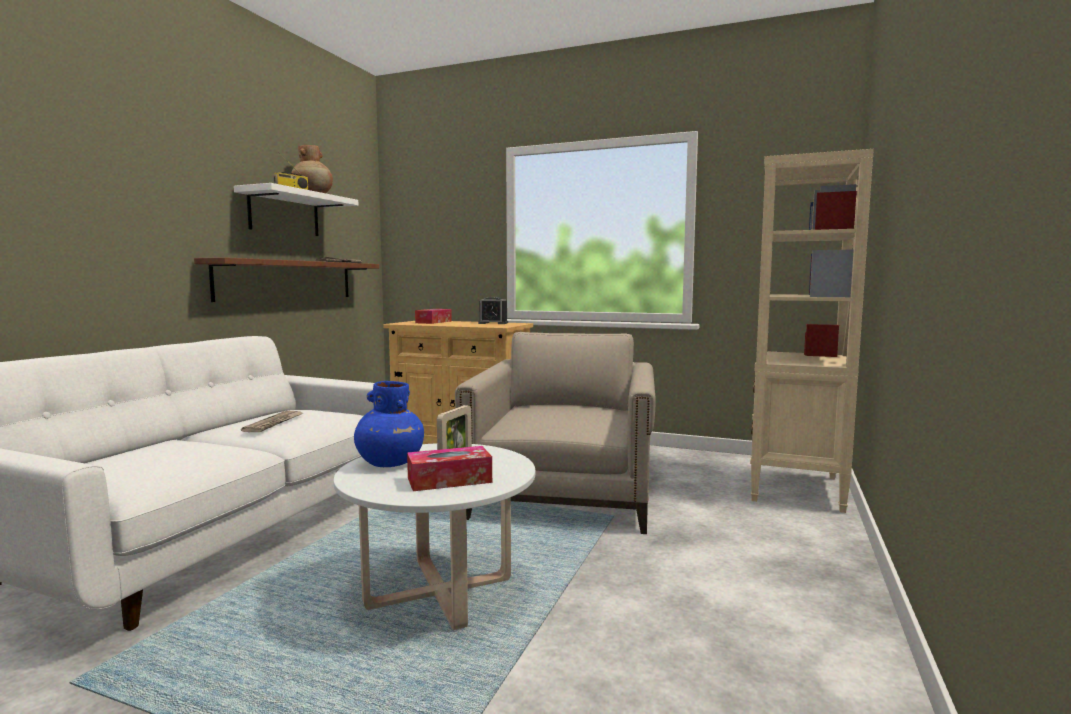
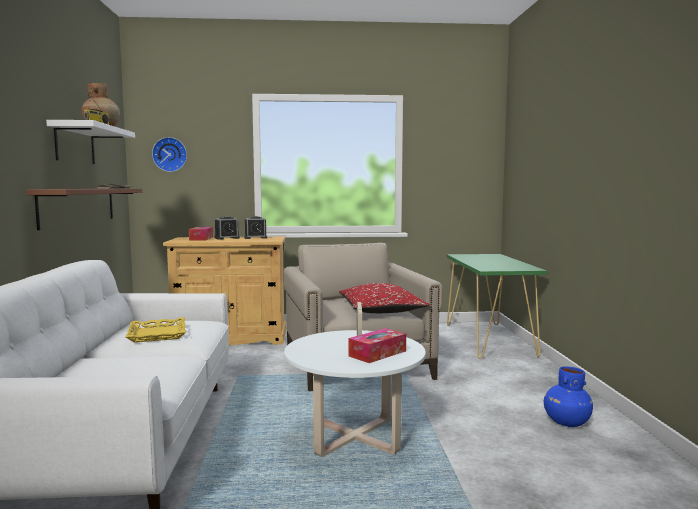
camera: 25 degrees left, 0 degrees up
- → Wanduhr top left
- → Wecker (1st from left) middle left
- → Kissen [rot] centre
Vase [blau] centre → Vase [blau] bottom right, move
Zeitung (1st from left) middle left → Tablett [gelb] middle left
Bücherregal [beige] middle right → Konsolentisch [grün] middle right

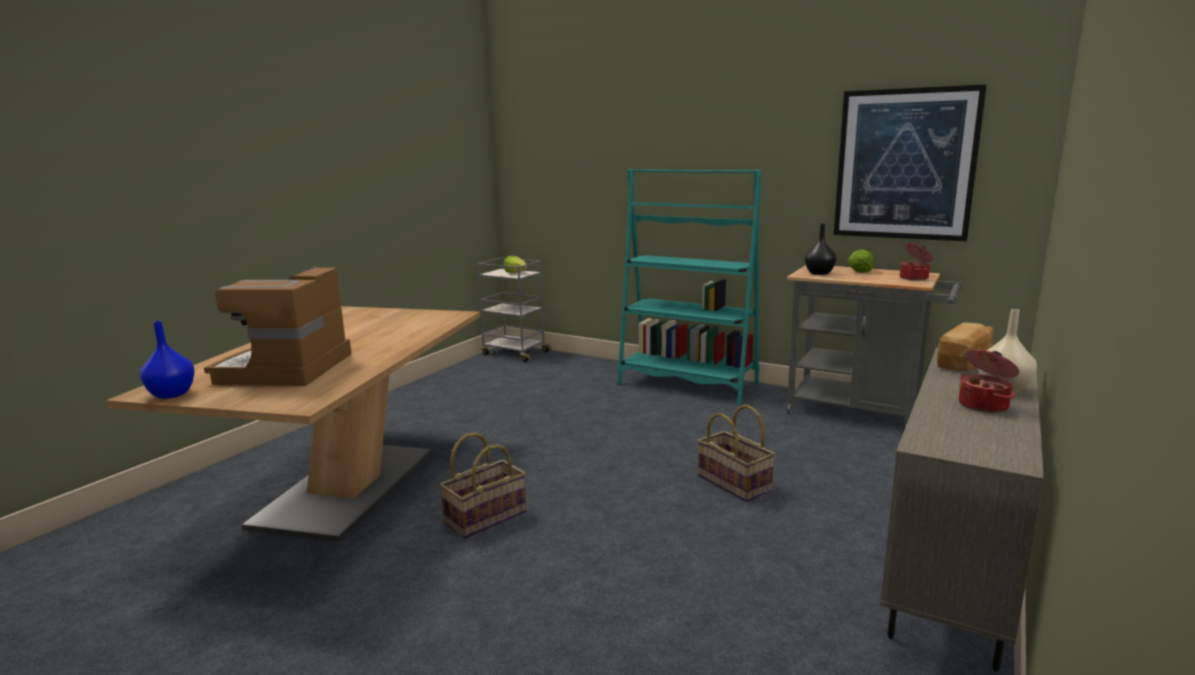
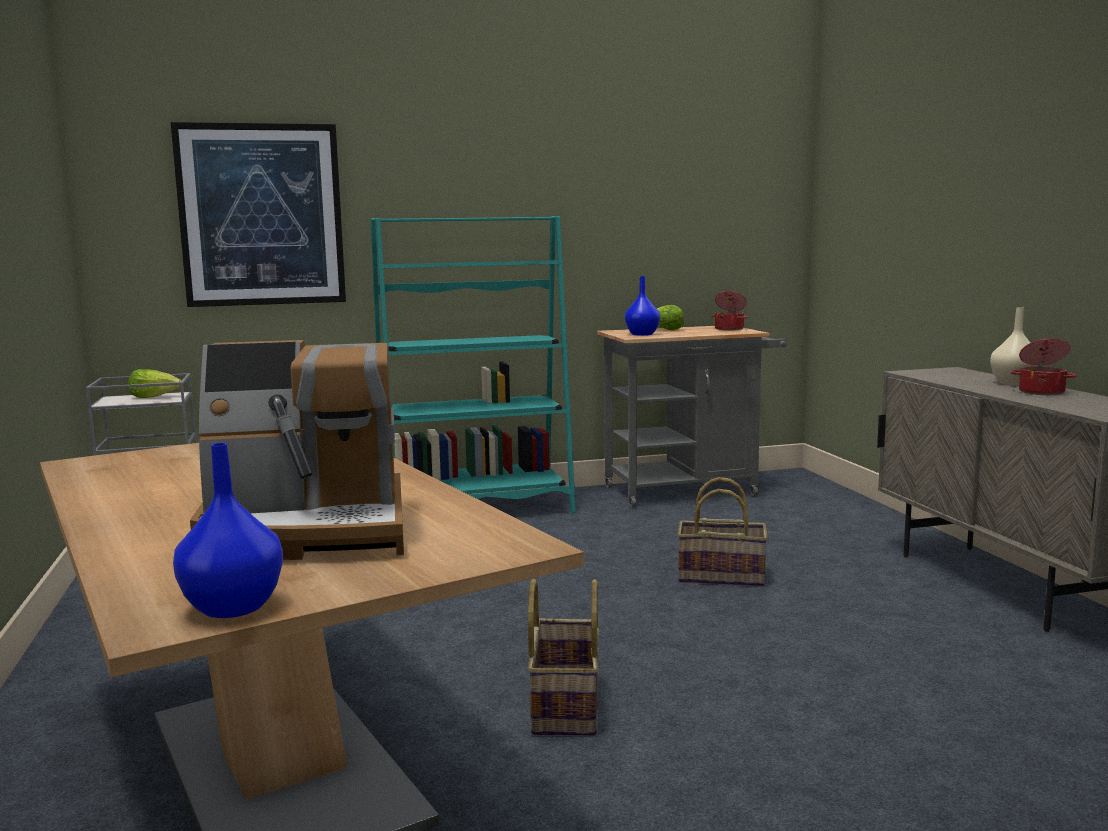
camera: 45 degrees left, 5 degrees down
Brot middle right → -
Bild top right → Bild top left, move
Vase [schwarz] middle right → Vase [blau] (2nd from left) centre
Kaffeemaschine middle left, 60 degrees counterclockwise

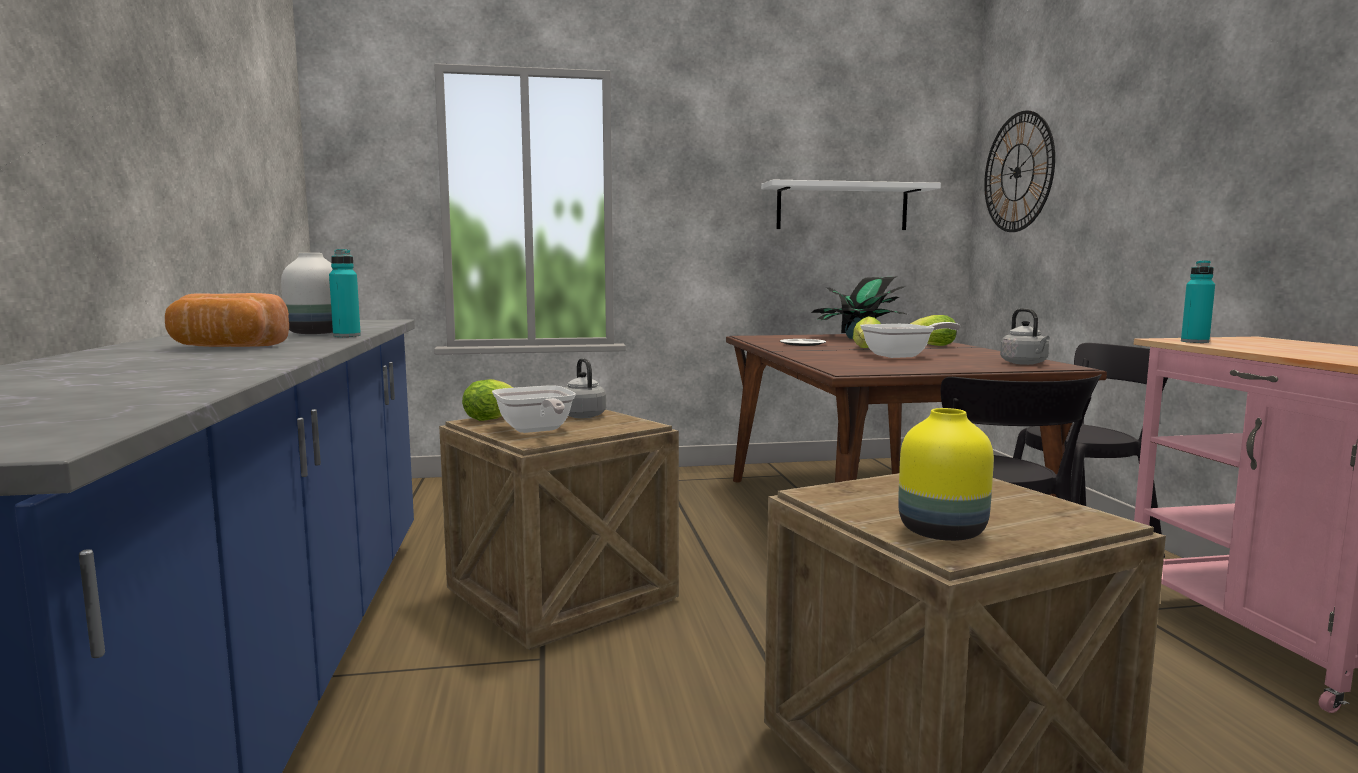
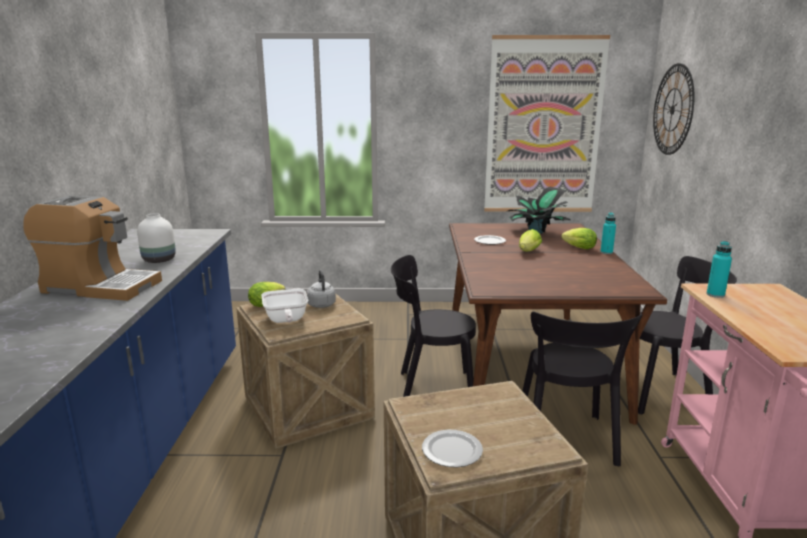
camera: 10 degrees right, 10 degrees up
Pfanne (2nd from left) middle right → -
Wasserkessel [grau] (2nd from left) middle right → -
- → Stuhl [schwarz] (1st from left) centre
Flasche [türkis] (1st from left) middle left → Flasche [türkis] (1st from left) middle right, move
Brot middle left → Kaffeemaschine middle left
Wandregal [weiß] top centre → Bild top right
Vase [gelb] middle right → Teller (1st from left) bottom centre

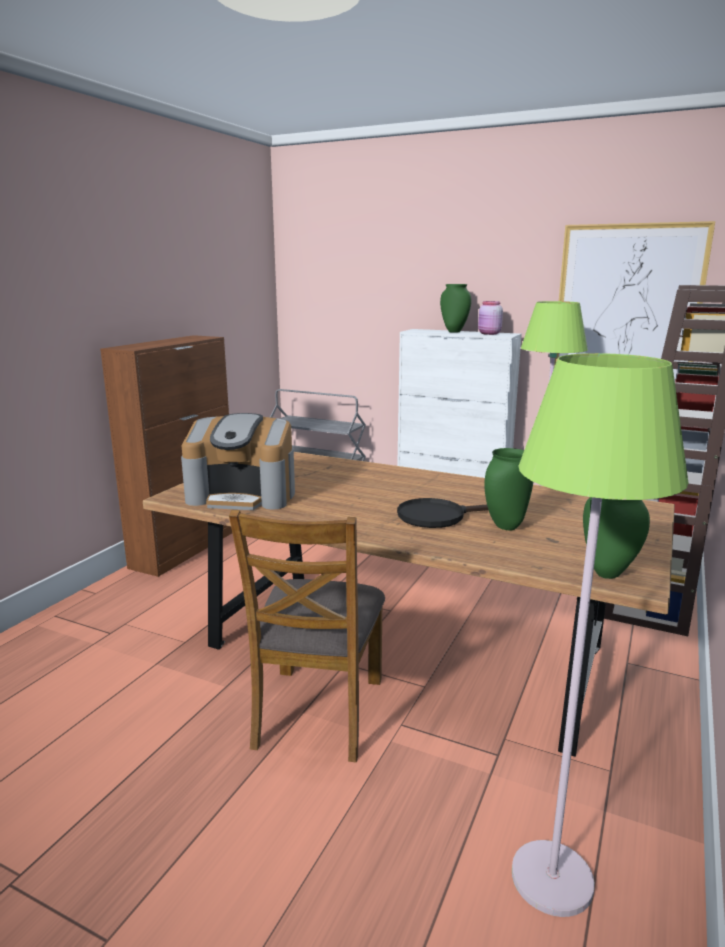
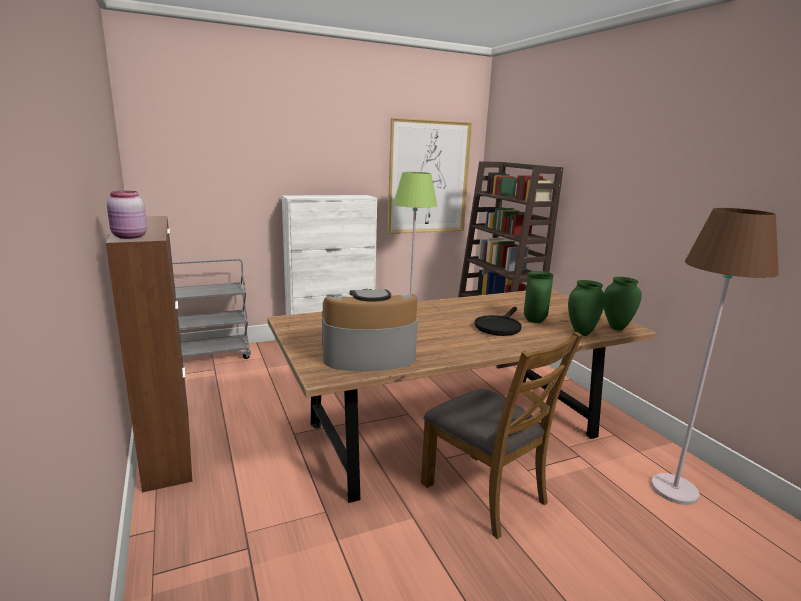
camera: 50 degrees left, 0 degrees up
Vase [grün] (1st from left in the first image) top centre → Vase [grün] (2nd from left) middle right, move
Vorratsglas [rosa] middle right → Vorratsglas [rosa] middle left, move
Stehlampe [grün] (2nd from left) bottom right → Stehlampe [braun] middle right
Kaffeemaschine middle left → Kaffeemaschine centre, 150 degrees counterclockwise

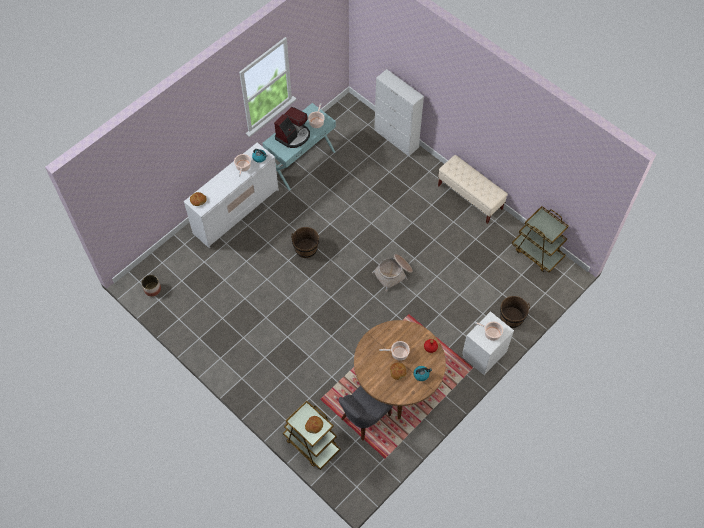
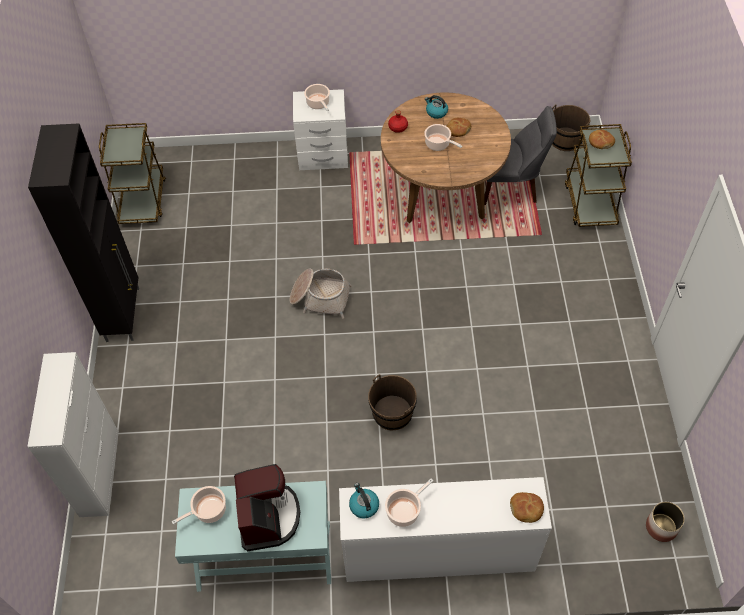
camera: 135 degrees left, 5 degrees down
Eimer [braun] (2nd from left) middle right → Eimer [braun] (2nd from left) top right, move
Bank [beige] middle right → Schrank [schwarz] middle left
Kaffeemaschine top centre → Kaffeemaschine bottom centre, 90 degrees clockwise

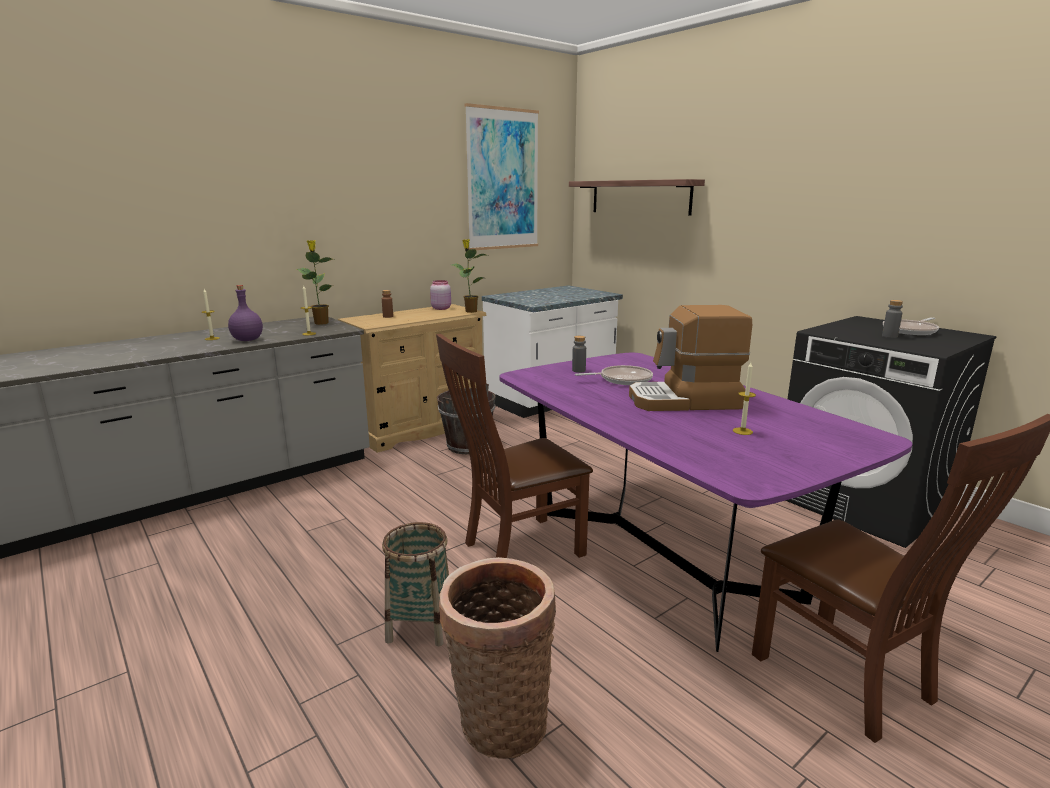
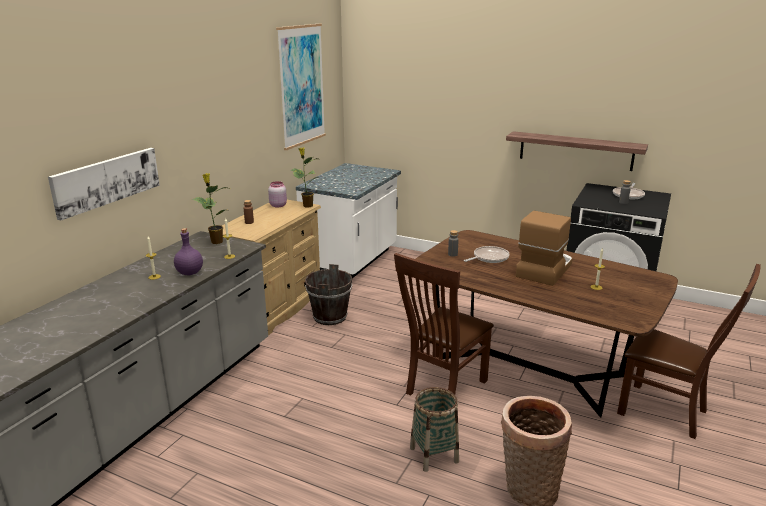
camera: 25 degrees left, 5 degrees up
- → Bild (1st from left) middle left
Wandregal top centre → Wandregal top right, move
Esstisch [lila] middle right → Esstisch [braun] middle right
Kaffeemaschine centre → Kaffeemaschine middle right, 150 degrees clockwise

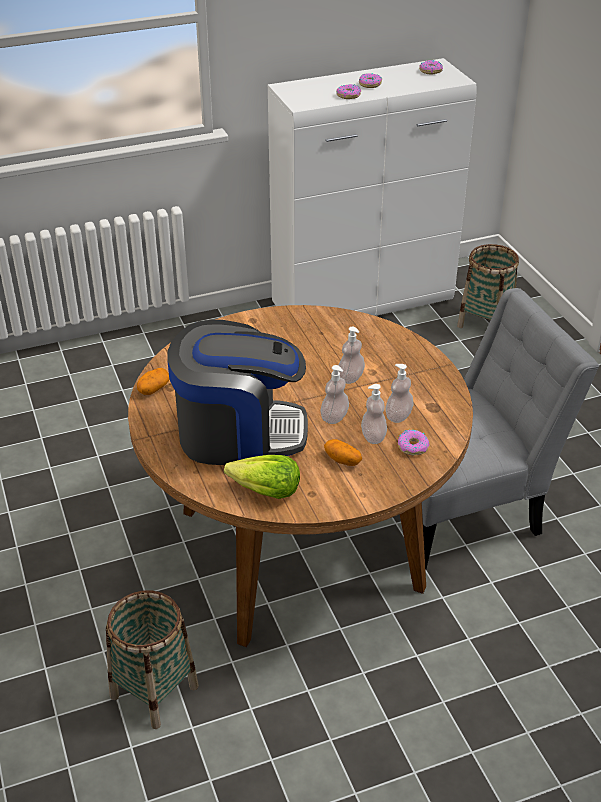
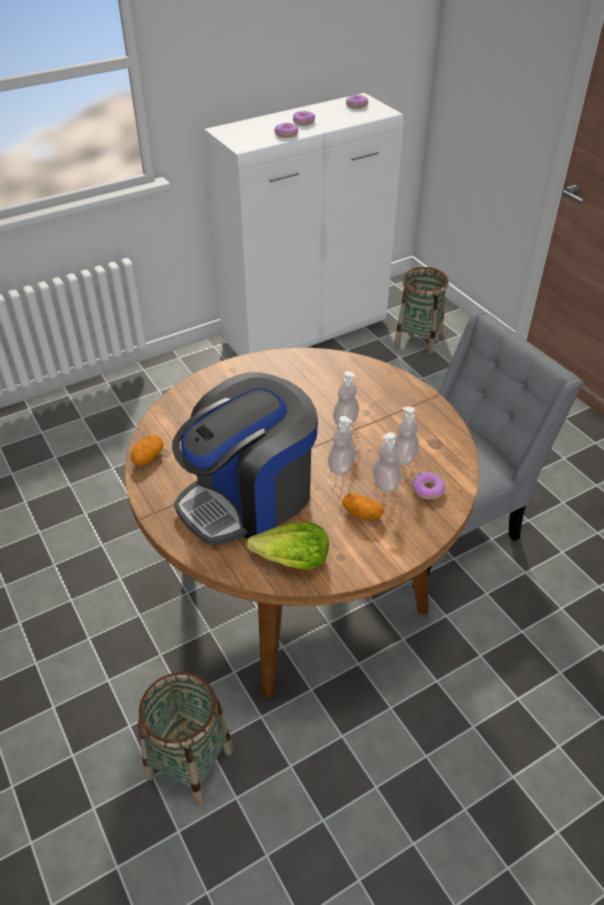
camera: 10 degrees left, 5 degrees up
Kaffeemaschine centre, 150 degrees clockwise

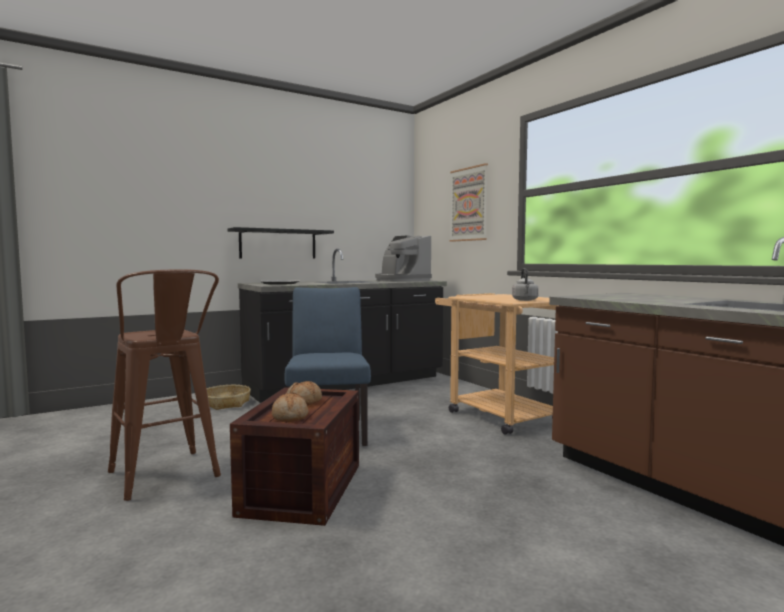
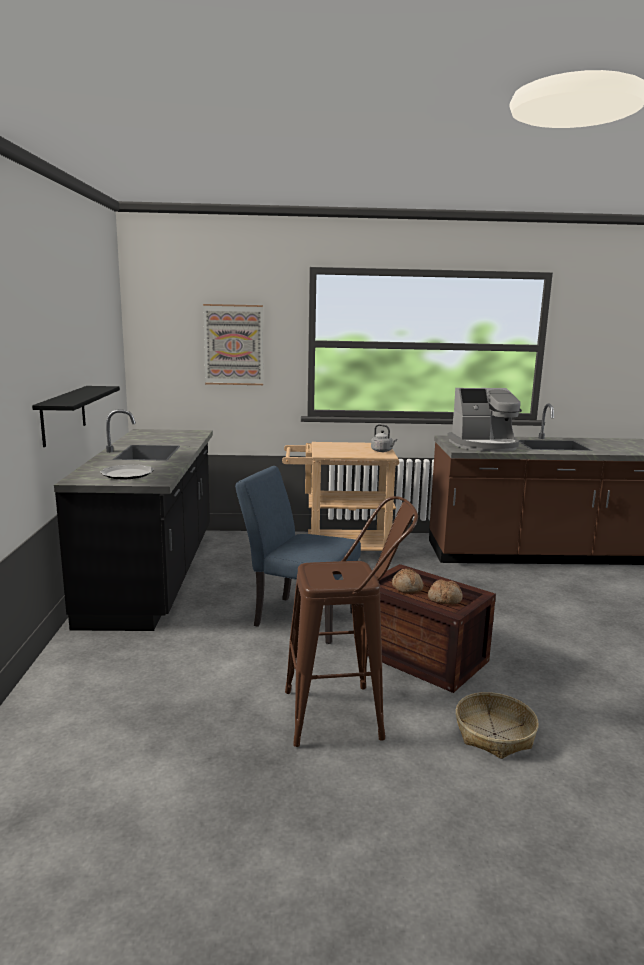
camera: 60 degrees left, 10 degrees up
Korb middle left → Korb bottom right, move
Kaffeemaschine centre → Kaffeemaschine middle right, move

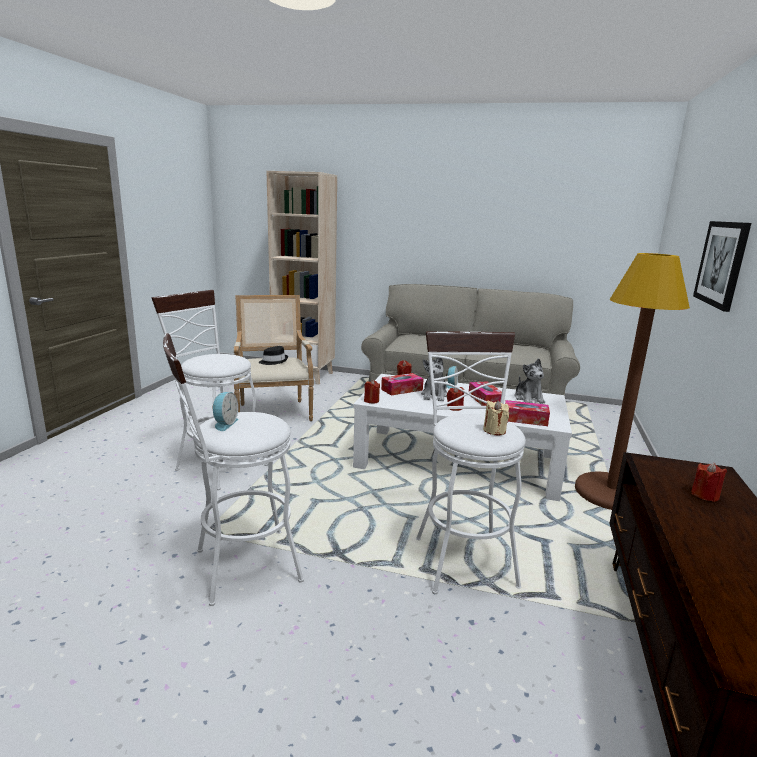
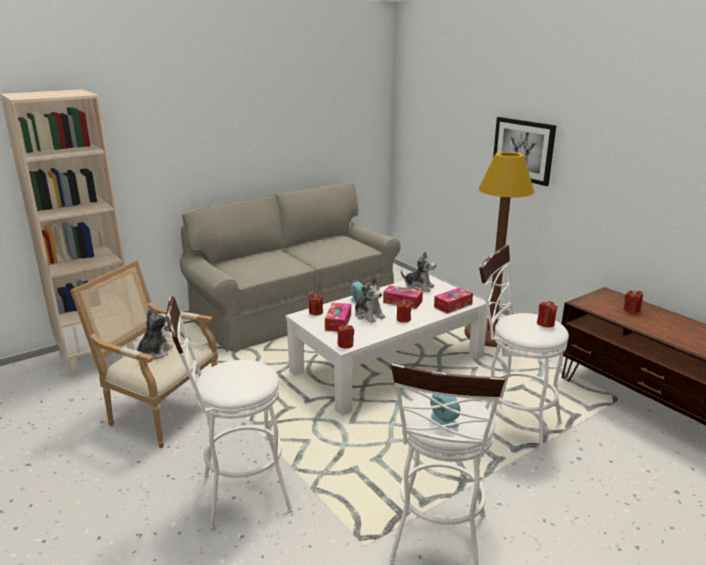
camera: 50 degrees left, 5 degrees up
Hut [schwarz] centre → Plüschtier (1st from left) middle left
Kerze [beige] centre → Kerze [rot] (4th from left) middle right

